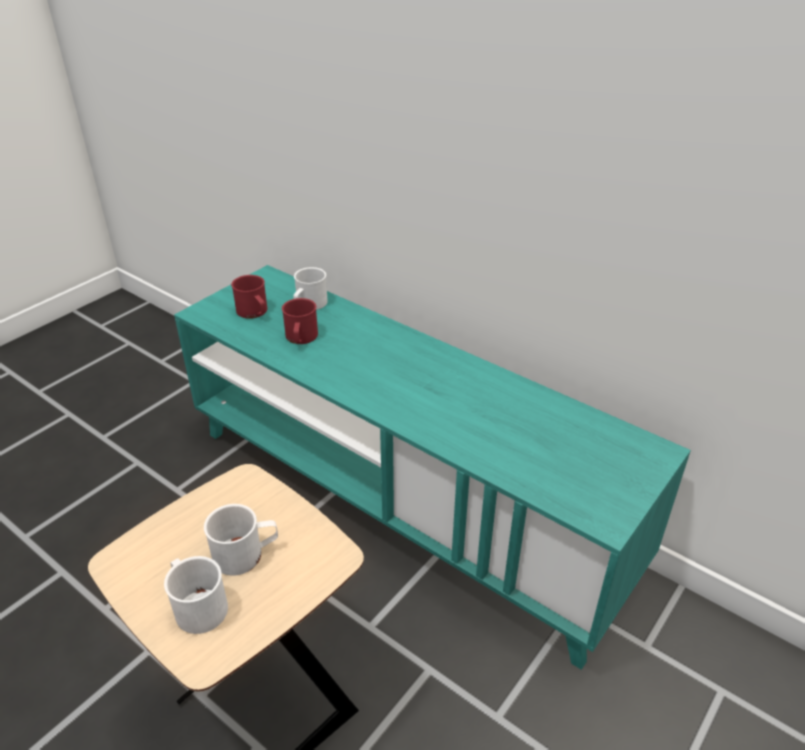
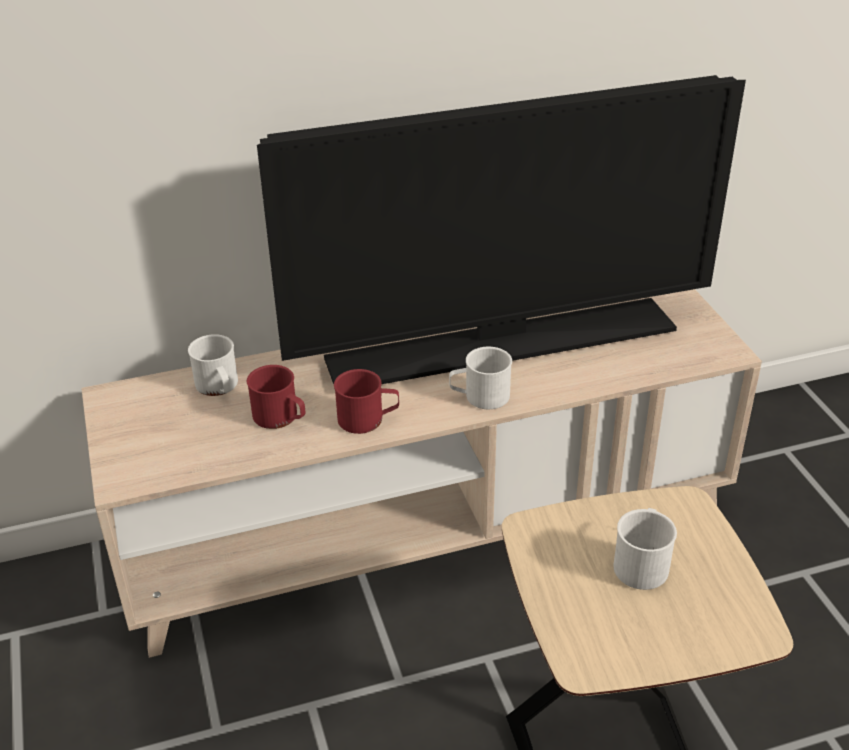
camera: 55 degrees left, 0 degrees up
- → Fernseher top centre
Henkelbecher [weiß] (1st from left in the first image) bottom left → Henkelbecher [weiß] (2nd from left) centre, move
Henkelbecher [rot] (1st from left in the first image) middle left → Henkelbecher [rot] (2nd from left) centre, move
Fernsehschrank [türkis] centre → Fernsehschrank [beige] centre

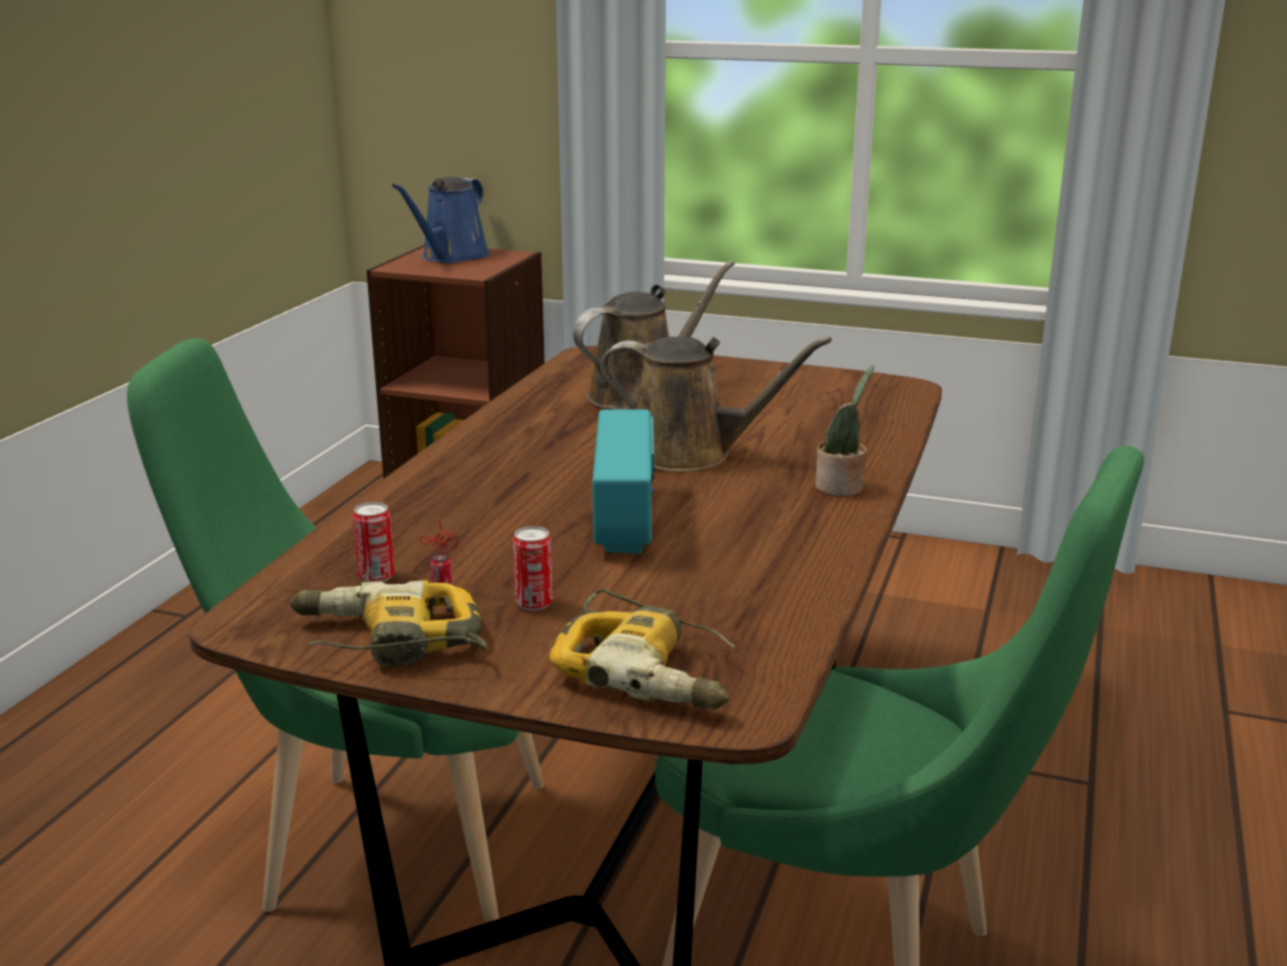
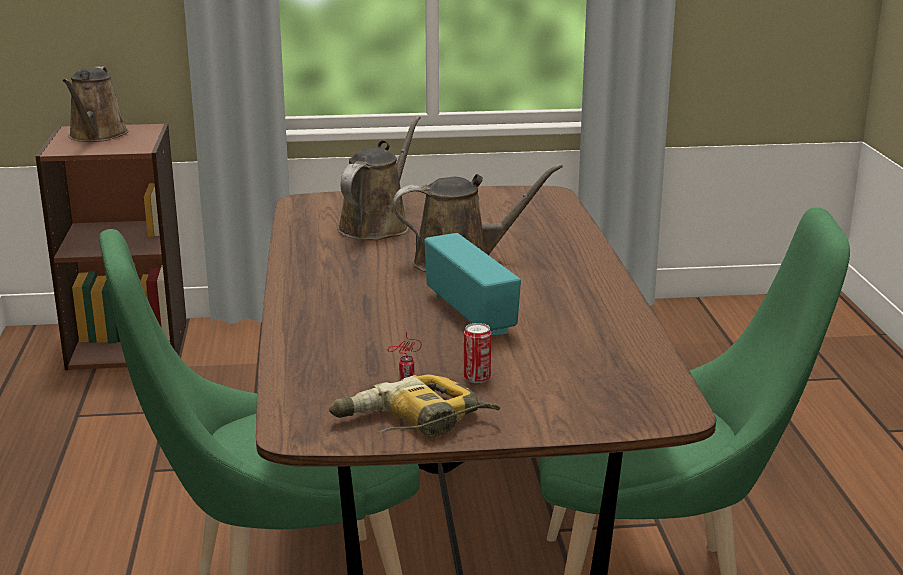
camera: 25 degrees left, 0 degrees up
Dose (1st from left) middle left → -
Bohrmaschine (2nd from left) bottom centre → -
Topfpflanze centre → -
Gießkanne [blau] top centre → Gießkanne [braun] (1st from left) top left

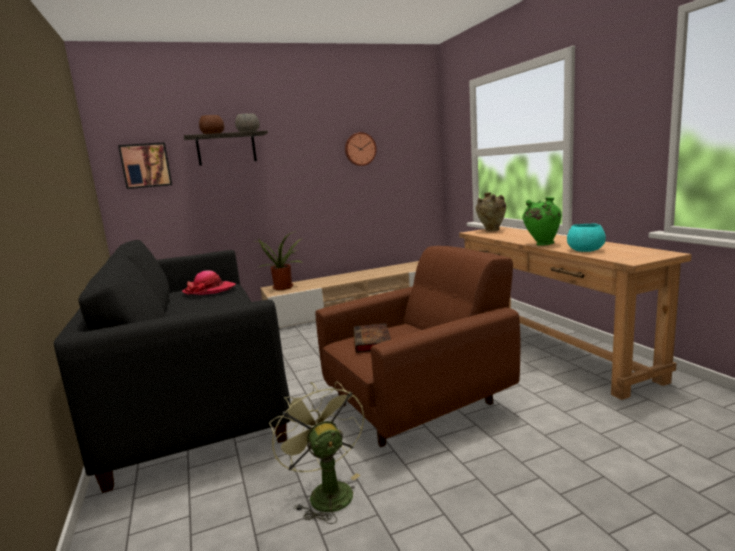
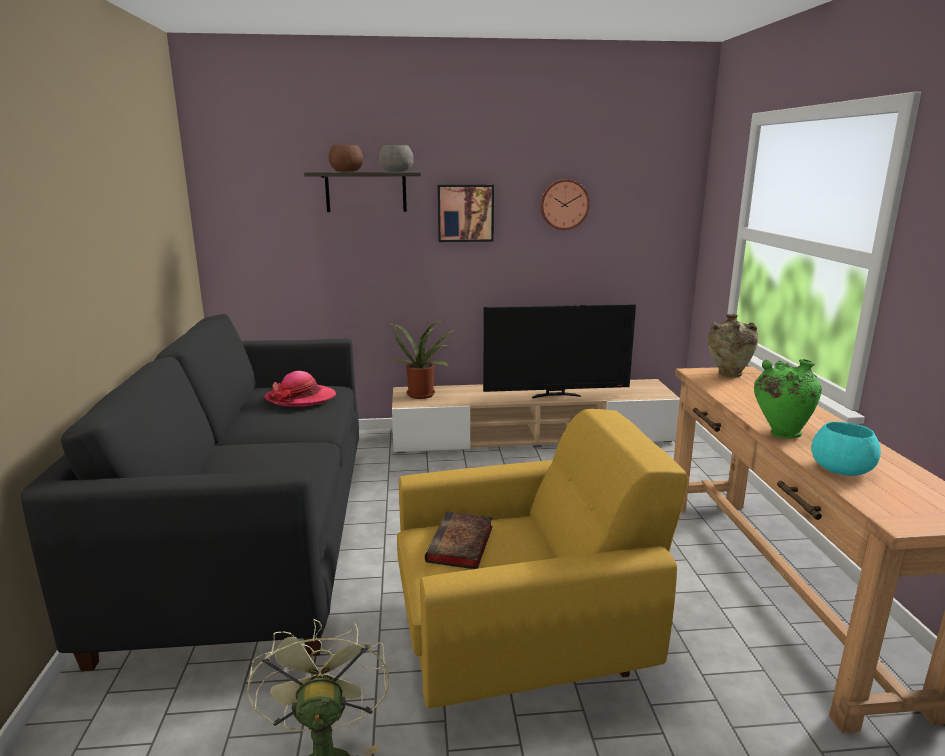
camera: 15 degrees right, 5 degrees up
- → Fernseher centre
Bild top left → Bild top centre, move
Sessel [braun] centre → Sessel [gelb] bottom centre

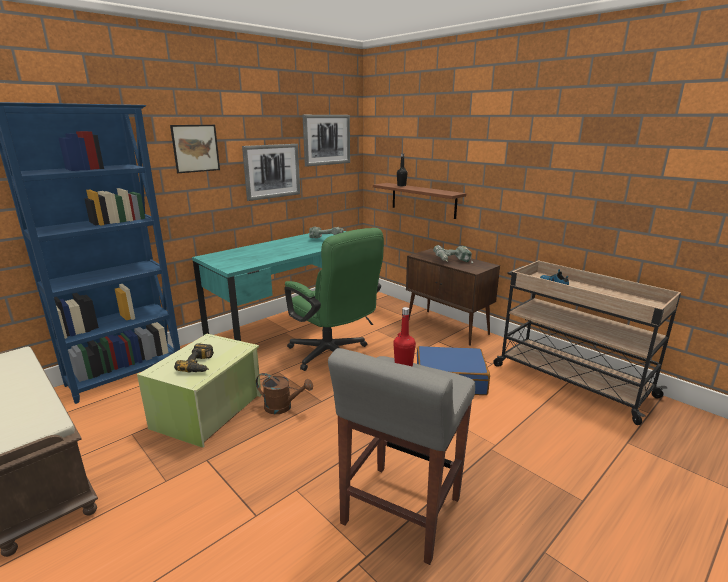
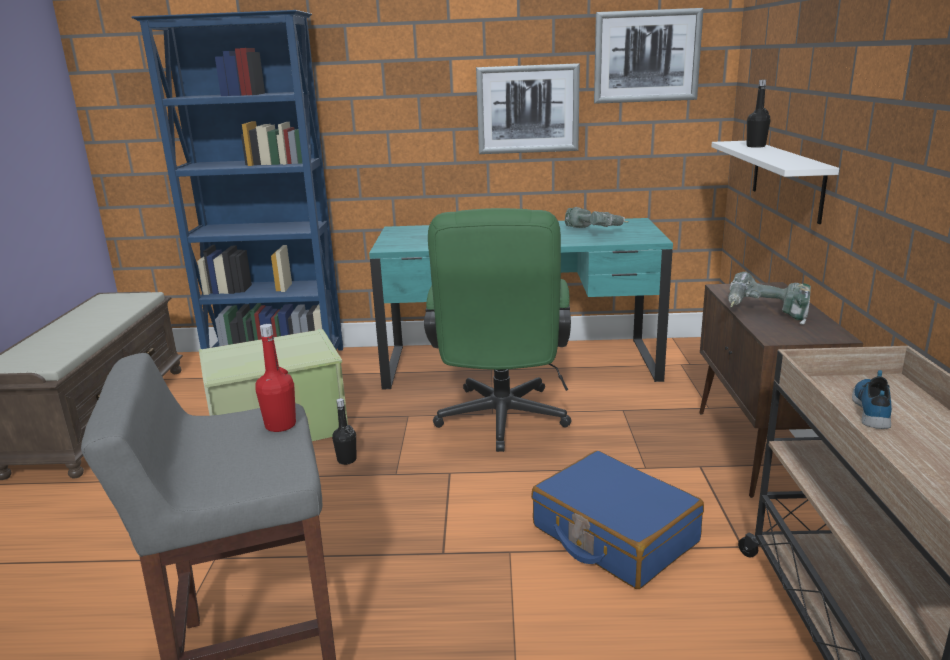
camera: 45 degrees right, 0 degrees up
Bild (1st from left) top left → -
Bohrmaschine (1st from left) middle left → -
Gießkanne [braun] bottom centre → Flasche [schwarz] (1st from left) centre
Wandregal [braun] centre → Wandregal [weiß] top right

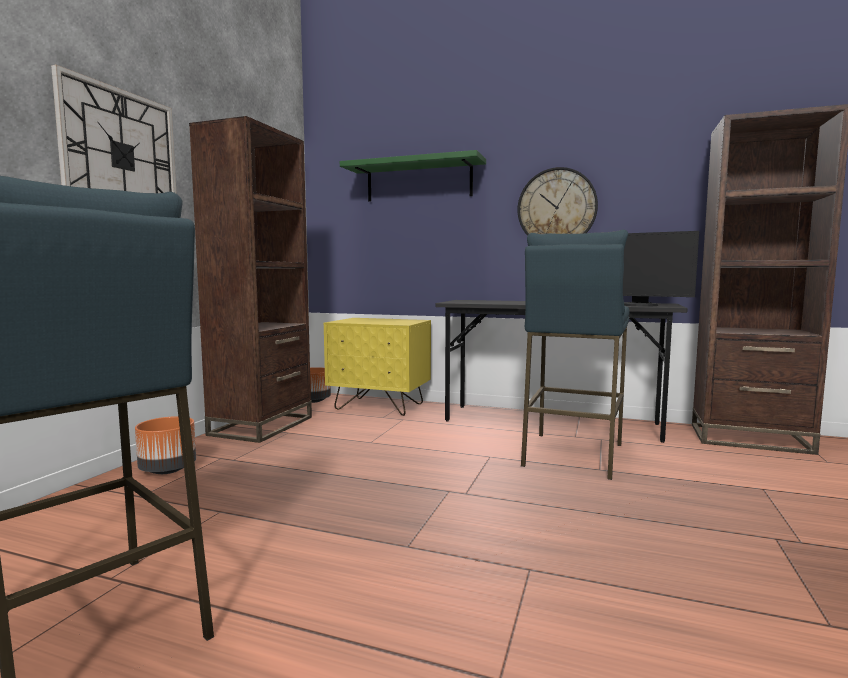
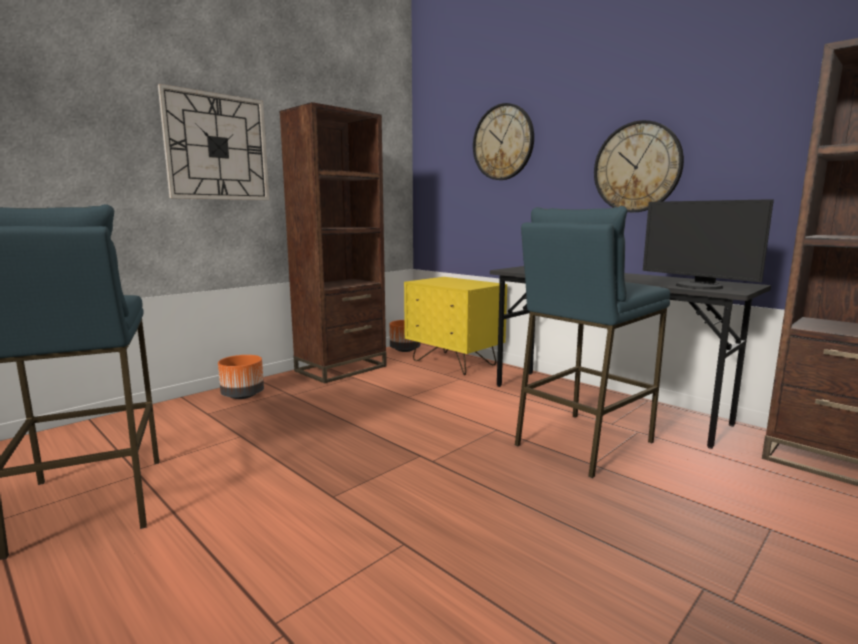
camera: 25 degrees right, 5 degrees up
Wandregal [grün] top centre → Wanduhr (2nd from left) top centre

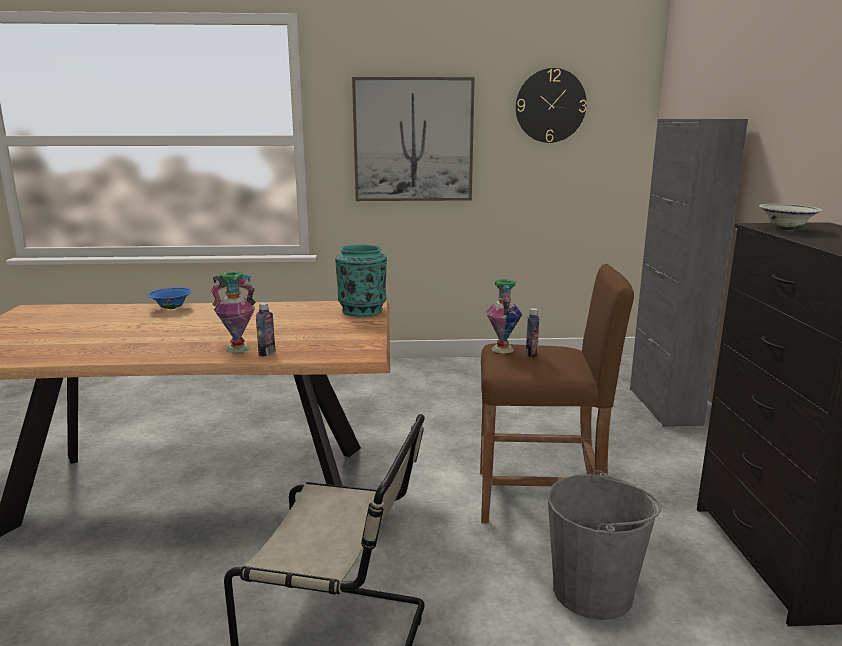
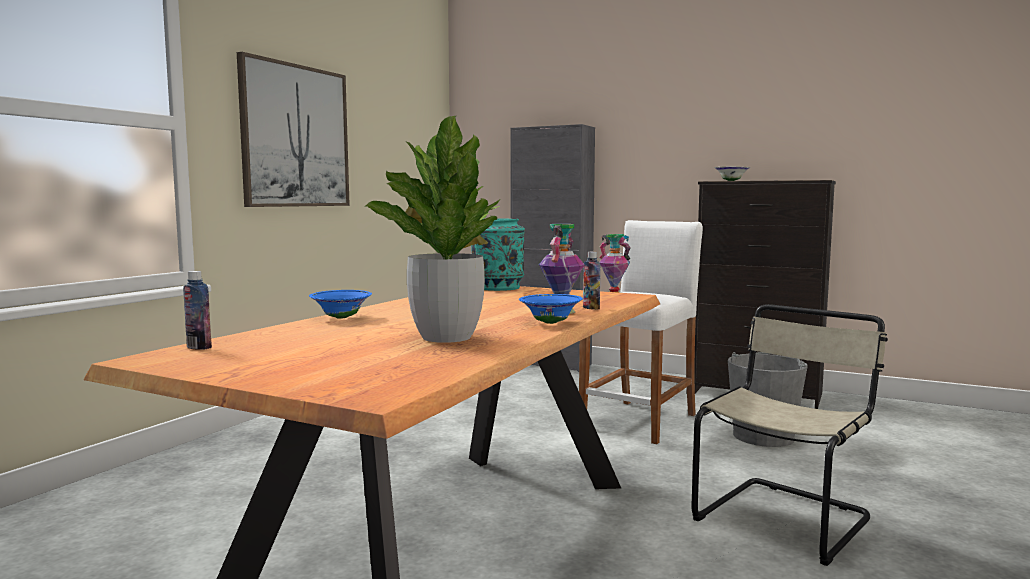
camera: 60 degrees left, 10 degrees down
Wanduhr top centre → -
- → Topfpflanze centre
- → Schüssel [blau] (2nd from left) centre
Flasche (2nd from left in the first image) centre → Flasche (1st from left) middle left, move
Hocker [braun] centre → Hocker [weiß] centre

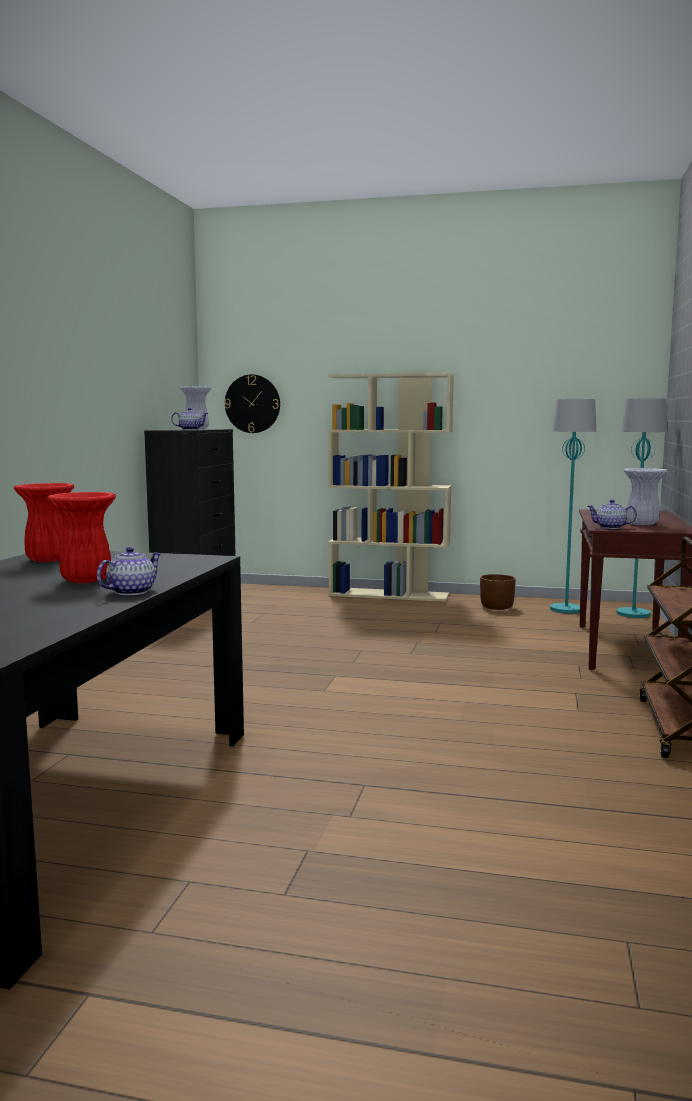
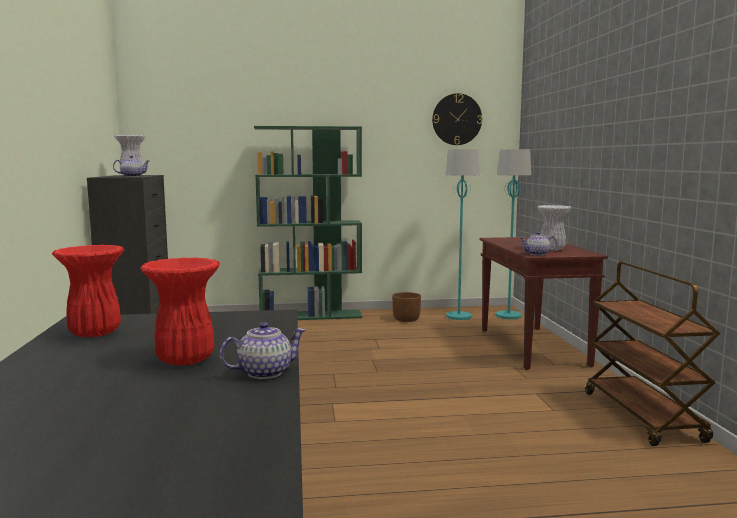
camera: 20 degrees left, 0 degrees up
Wanduhr centre → Wanduhr top centre, move
Bücherregal [beige] centre → Bücherregal [grün] centre
Teekanne (1st from left in the first image) middle left → Teekanne (2nd from left) bottom centre, 45 degrees clockwise

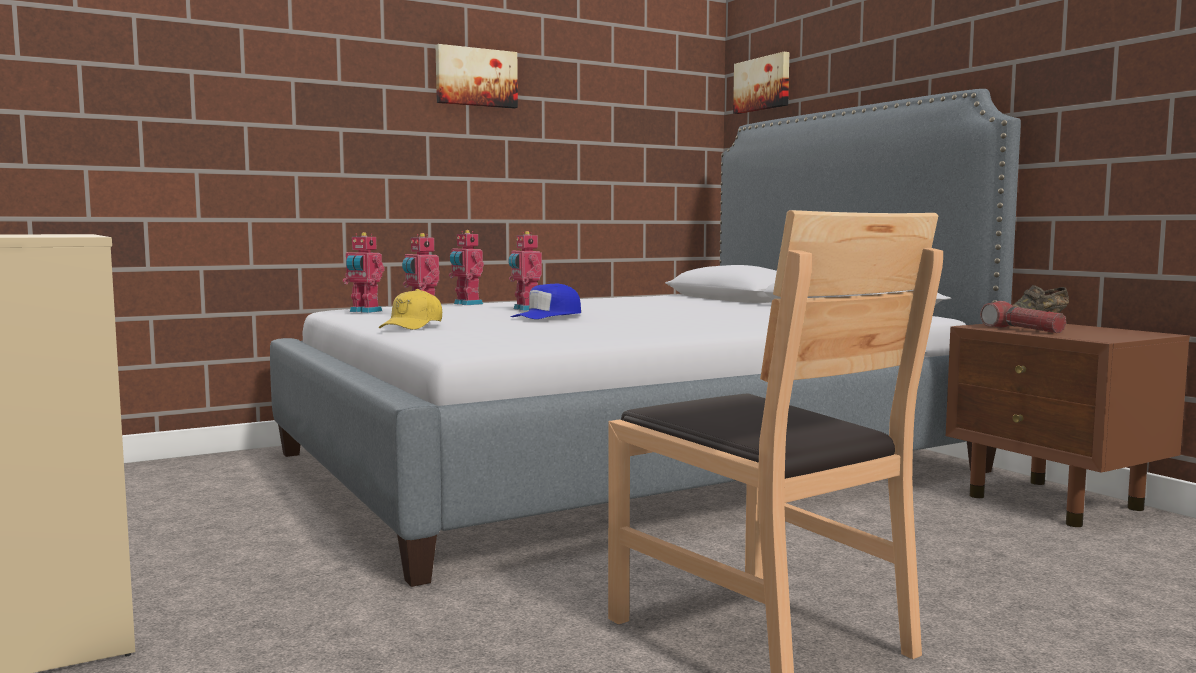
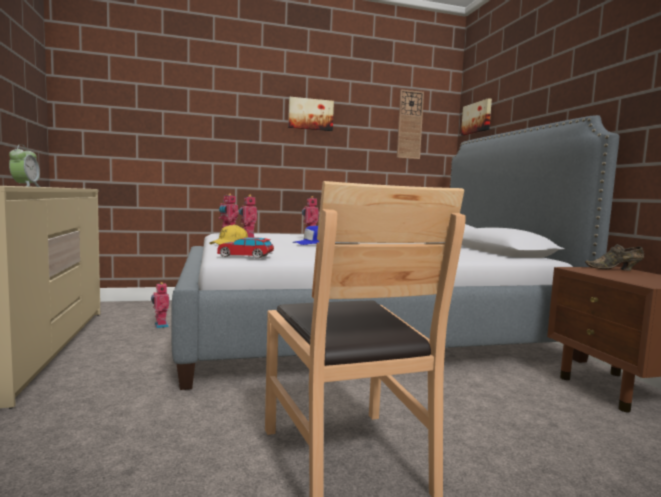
camera: 15 degrees right, 0 degrees up
Taschenlampe middle right → -
- → Wecker top left
- → Spielzeugauto centre
- → Wanduhr top centre
Spielzeugroboter (3rd from left in the first image) centre → Spielzeugroboter (1st from left) middle left, move

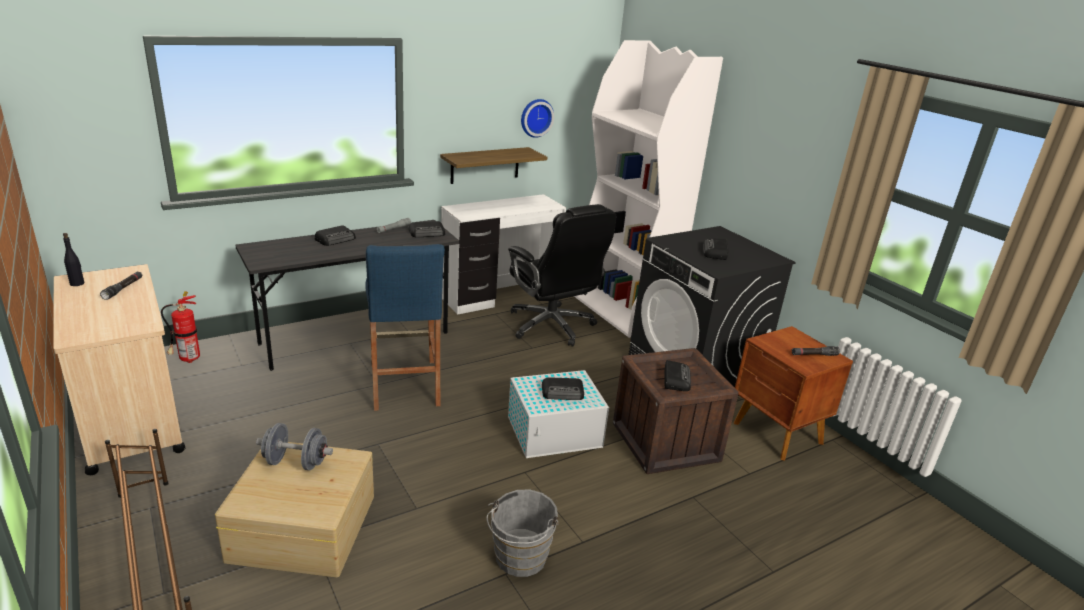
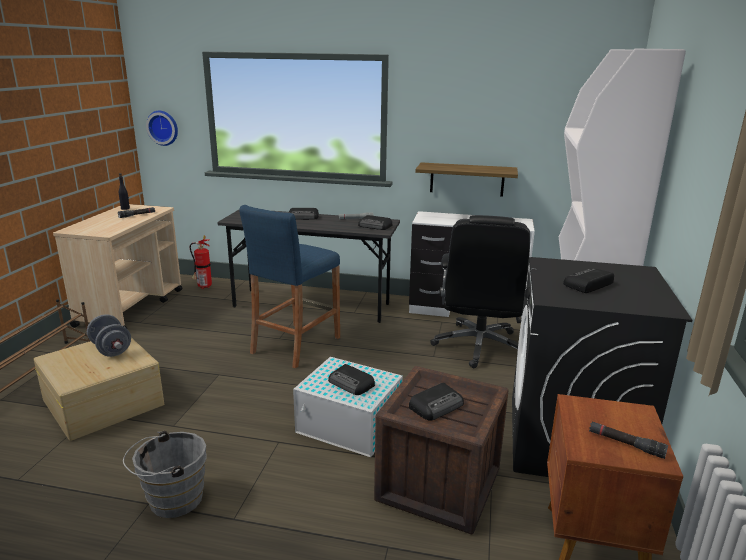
camera: 45 degrees right, 5 degrees down
Wanduhr top centre → Wanduhr top left, move

